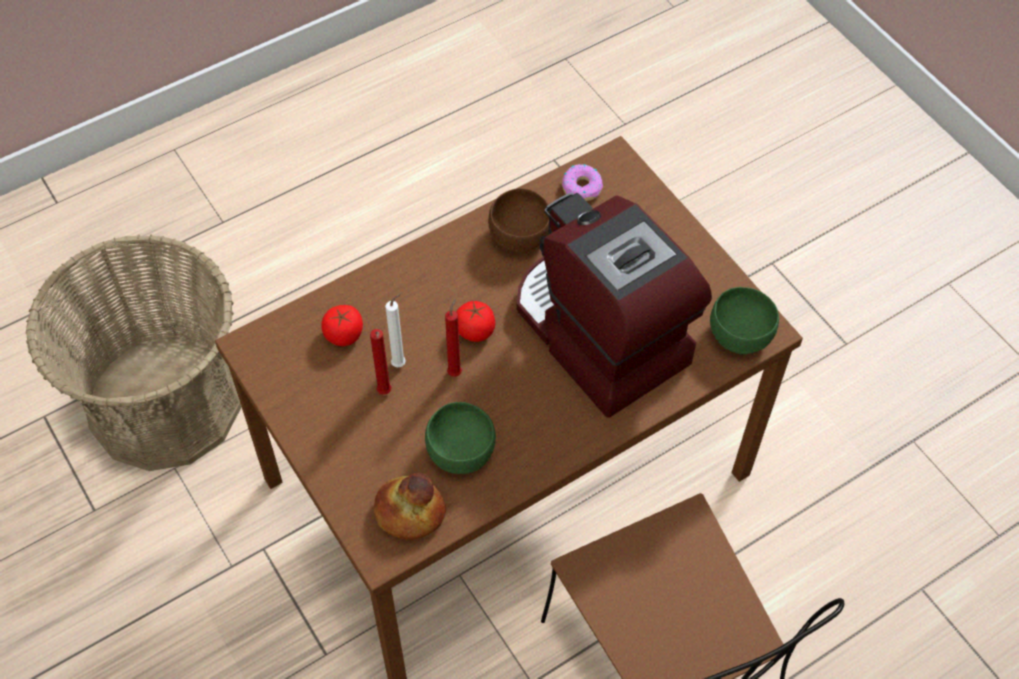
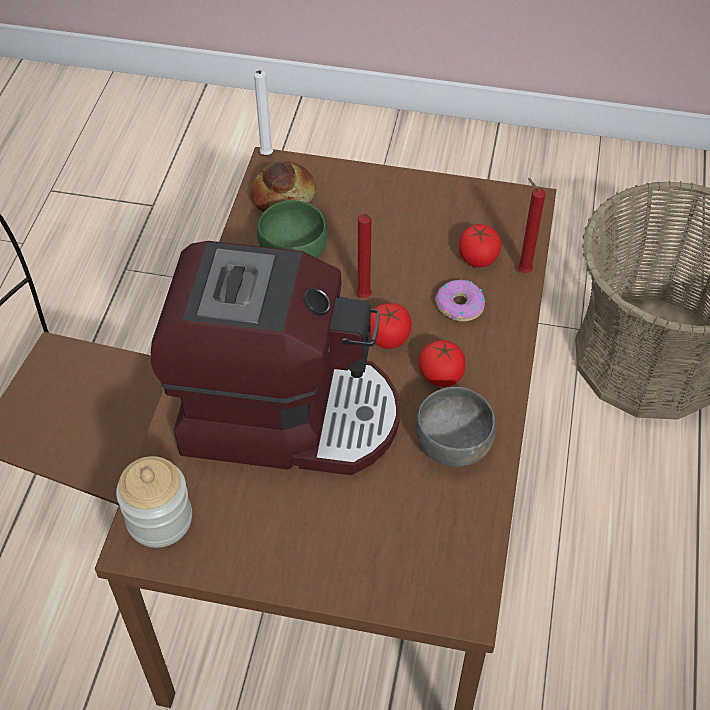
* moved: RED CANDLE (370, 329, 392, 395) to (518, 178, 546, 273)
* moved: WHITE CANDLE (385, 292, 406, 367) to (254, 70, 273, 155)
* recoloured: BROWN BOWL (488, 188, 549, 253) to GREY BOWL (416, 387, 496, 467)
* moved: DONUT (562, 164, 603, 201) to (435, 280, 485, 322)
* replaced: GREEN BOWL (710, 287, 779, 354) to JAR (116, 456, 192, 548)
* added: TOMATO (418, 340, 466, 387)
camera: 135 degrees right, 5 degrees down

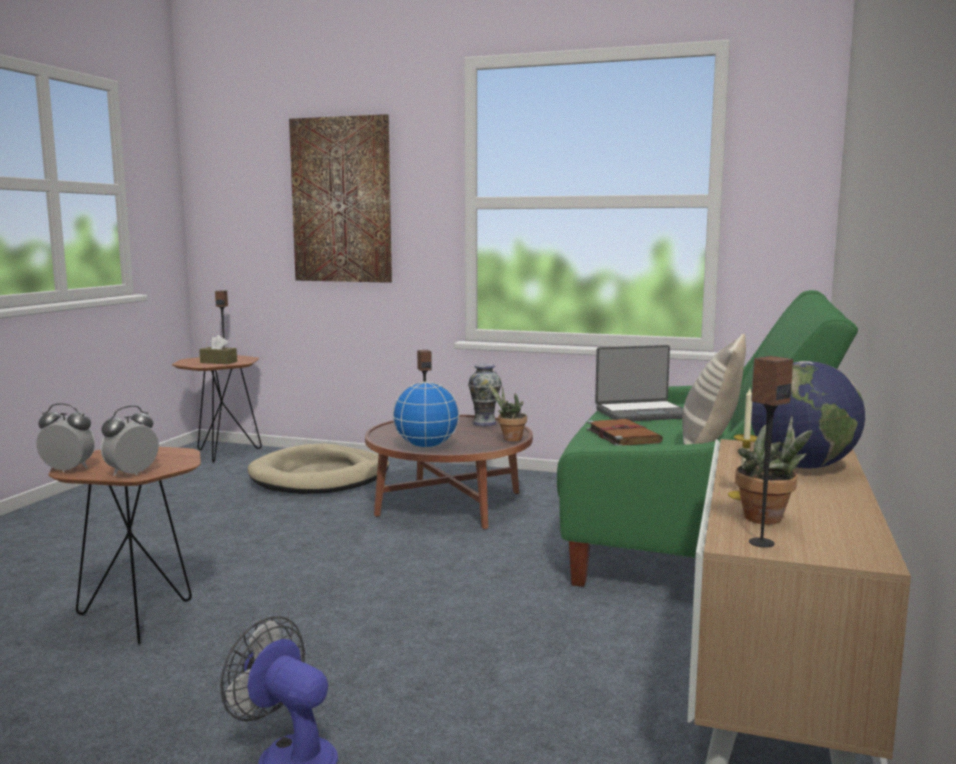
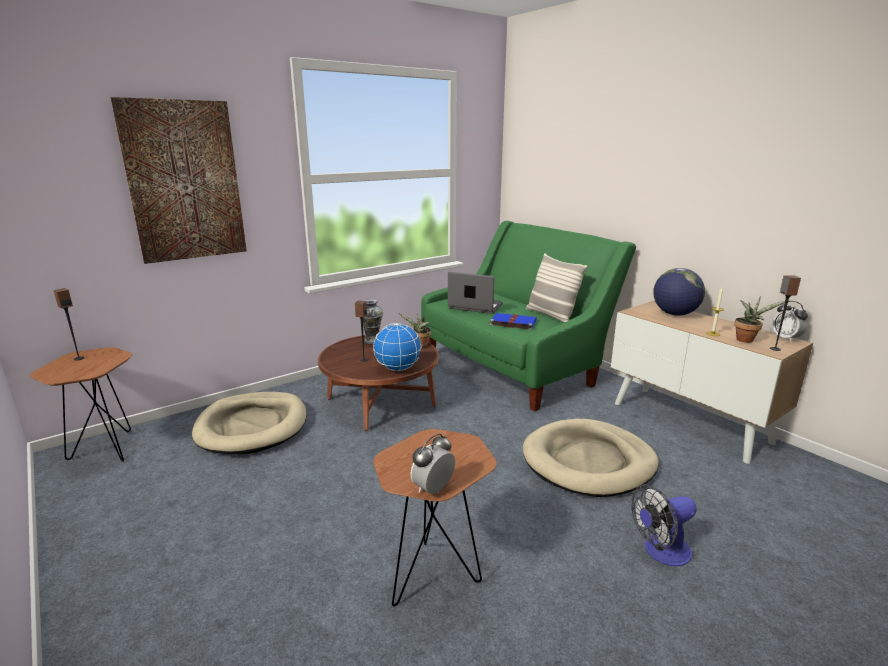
* moved: ALARM CLOCK (101, 405, 159, 476) to (773, 301, 808, 342)
* removed: BROWN TISSUE BOX (199, 335, 237, 364)
* recoloured: BROWN BOOK (586, 419, 663, 446) to BLUE BOOK (488, 313, 537, 330)
* turned: LAPTOP (595, 345, 683, 421) = (448, 272, 503, 314) 90 degrees counterclockwise
* added: BEIGE DOG BED (523, 419, 659, 497)
camera: 55 degrees left, 10 degrees up

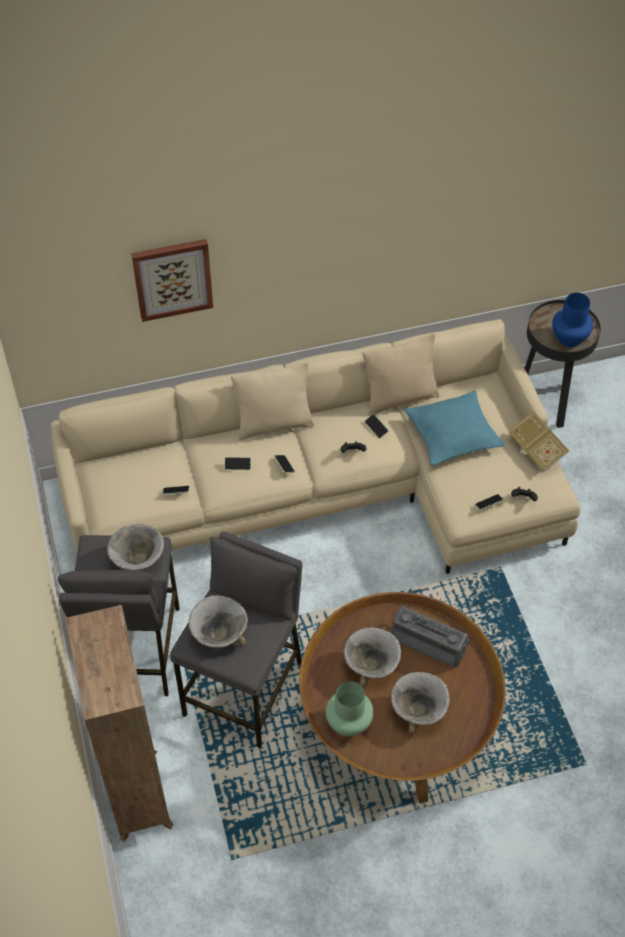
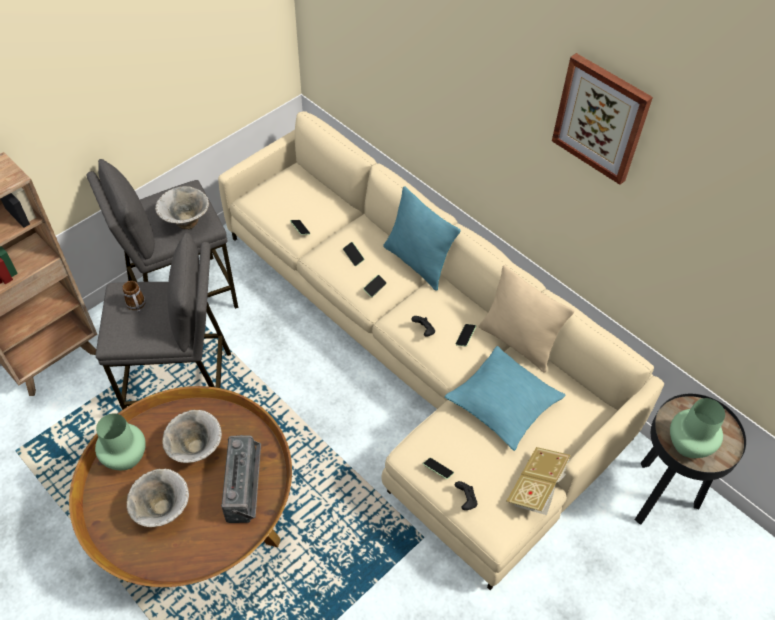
* moved: PICTURE (131, 239, 213, 322) to (552, 53, 653, 185)
* replaced: BOWL (189, 595, 248, 648) to MUG (123, 281, 146, 312)
* recoloured: BEIGE PILLOW (231, 362, 314, 440) to TURQUOISE PILLOW (383, 186, 461, 291)
* recoloured: BLUE VASE (552, 293, 593, 347) to GREEN VASE (670, 398, 725, 458)
camera: 60 degrees right, 0 degrees up

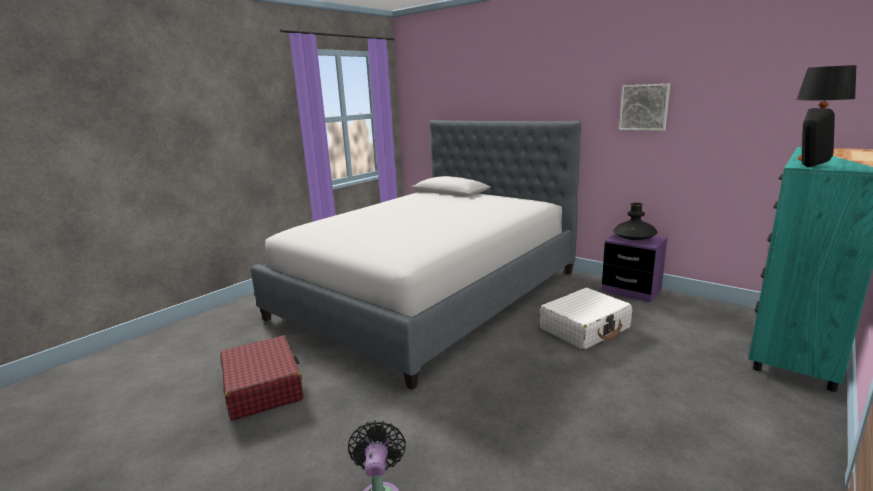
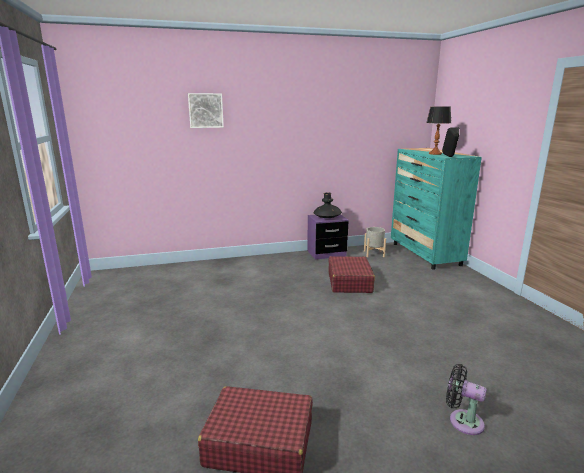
* removed: BED (251, 120, 581, 390)
* recoloured: WHITE SUITCASE (540, 288, 632, 350) to RED SUITCASE (329, 256, 375, 293)
* moved: PICTURE (619, 84, 670, 131) to (188, 93, 224, 128)
* added: GREY PLANTER (364, 227, 386, 257)
camera: 55 degrees left, 0 degrees up

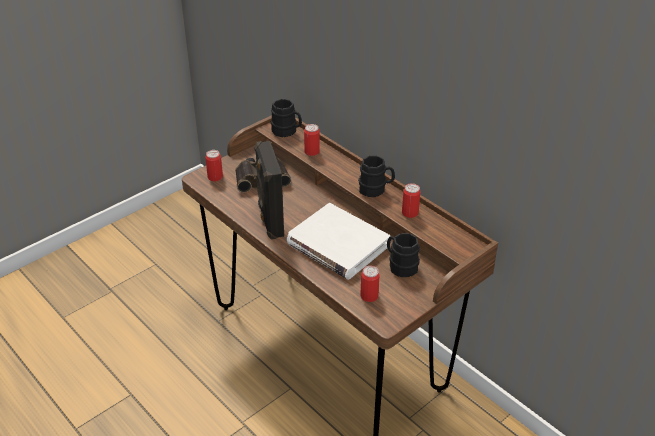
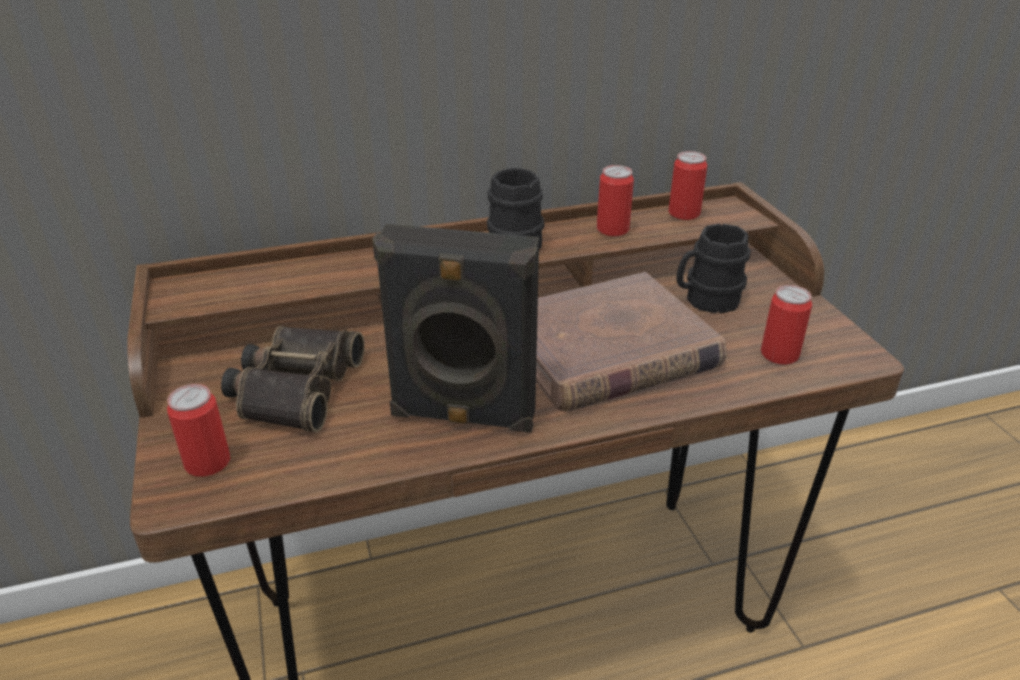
* removed: BLACK MUG (271, 99, 302, 137)
* recoloured: WHITE BOOK (287, 203, 391, 280) to BROWN BOOK (536, 272, 727, 412)
* moved: CAN (304, 124, 320, 156) to (668, 151, 707, 220)
camera: 65 degrees left, 5 degrees down

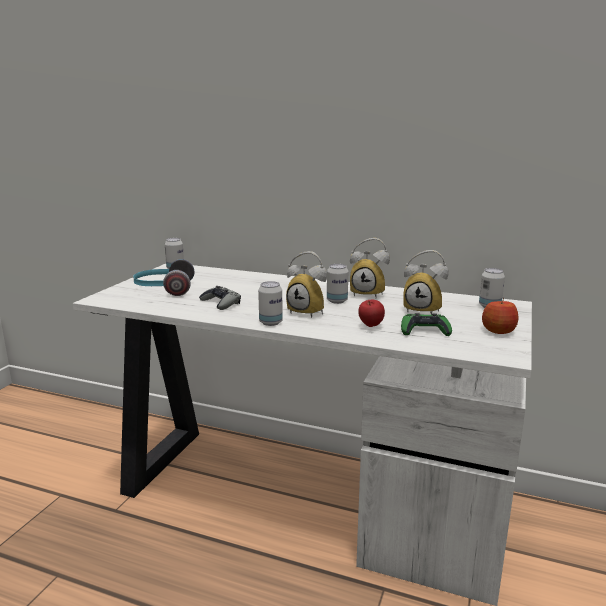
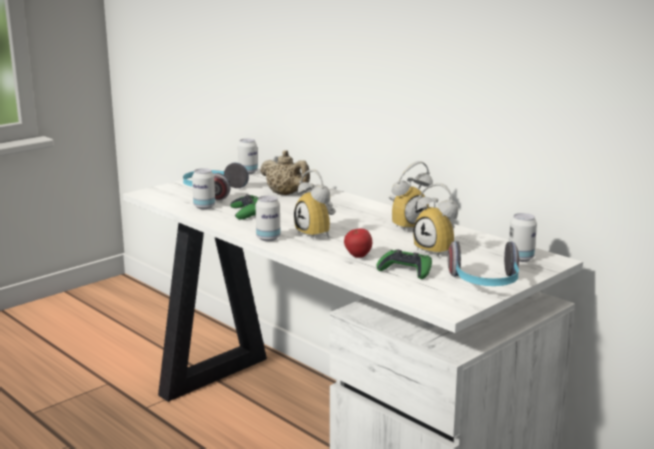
* recoloured: GREY GAME CONTROLLER (199, 286, 241, 310) to GREEN GAME CONTROLLER (230, 194, 259, 219)
* moved: CAN (327, 264, 348, 304) to (192, 168, 215, 209)
* turned: ALARM CLOCK (350, 238, 390, 297) = (389, 161, 433, 231) 75 degrees counterclockwise
* replaced: APPLE (482, 298, 518, 334) to HEADPHONES (448, 241, 519, 286)
* added: BEIGE TEAPOT (260, 150, 310, 195)
camera: 25 degrees right, 0 degrees up

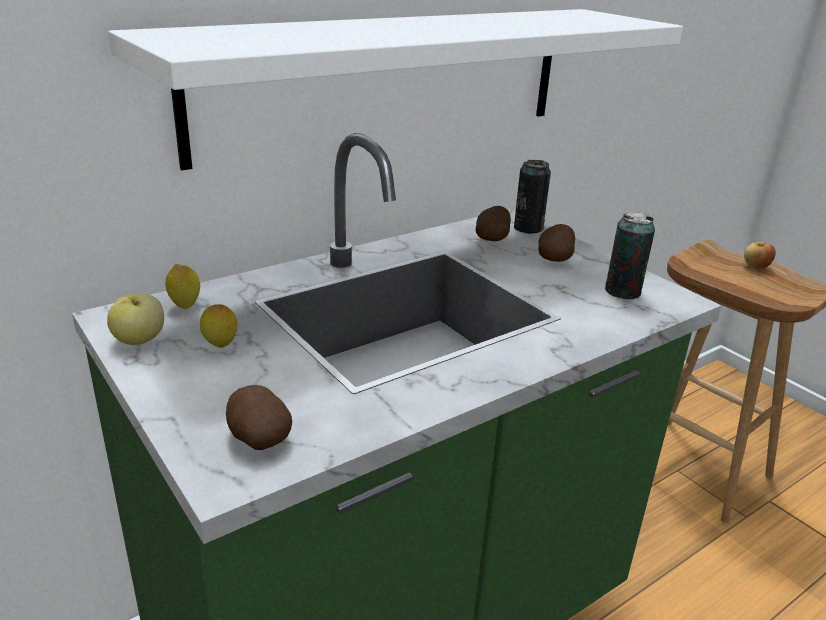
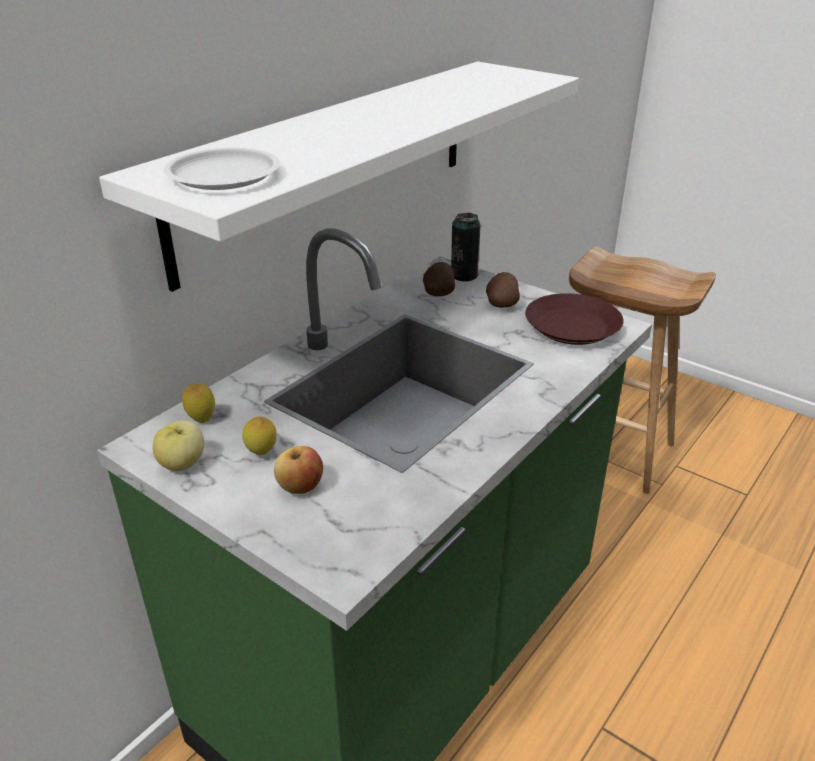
* removed: POTATO (226, 385, 292, 450)
* replaced: CAN (605, 212, 655, 299) to BROWN PLATE (525, 293, 624, 345)
* moved: APPLE (744, 242, 776, 269) to (274, 446, 323, 494)
* added: WHITE PLATE (163, 148, 280, 190)
camera: 15 degrees left, 5 degrees up

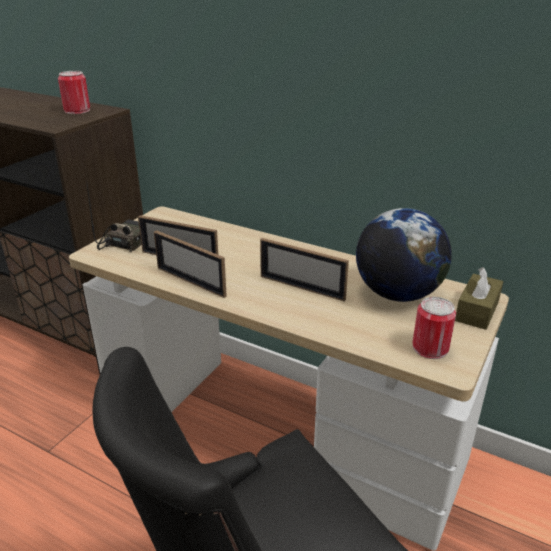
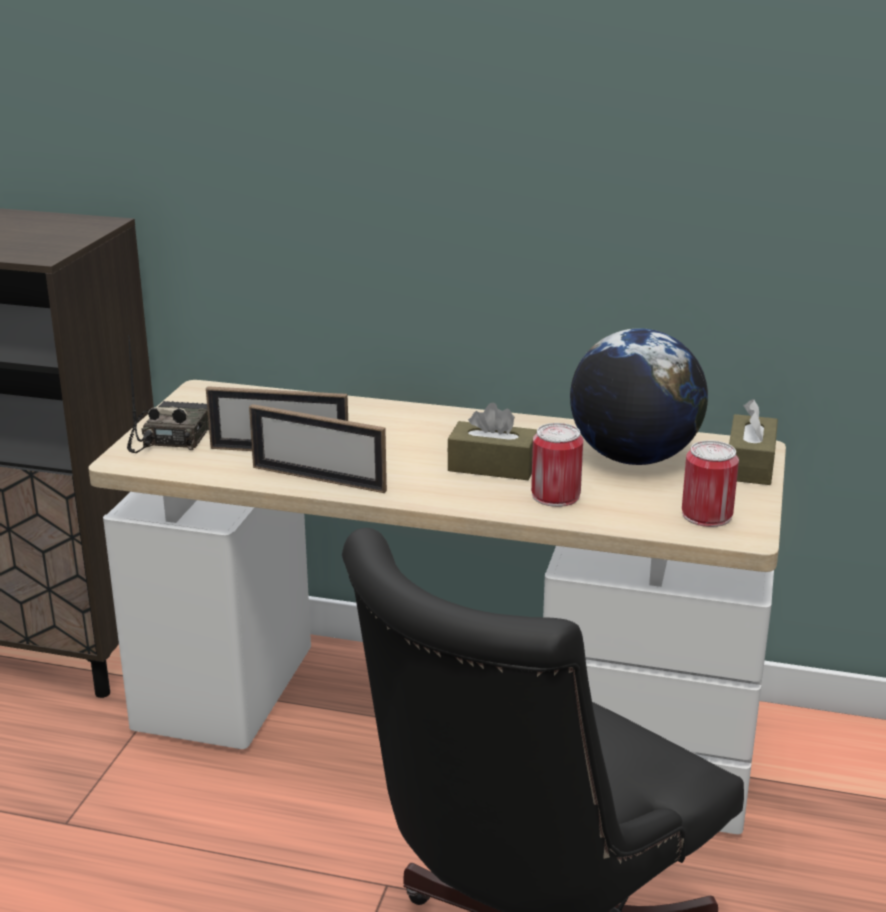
* moved: CAN (58, 71, 90, 114) to (531, 423, 583, 507)
* replaced: PICTURE FRAME (260, 238, 349, 301) to BROWN TISSUE BOX (448, 403, 537, 480)
camera: 15 degrees left, 5 degrees down

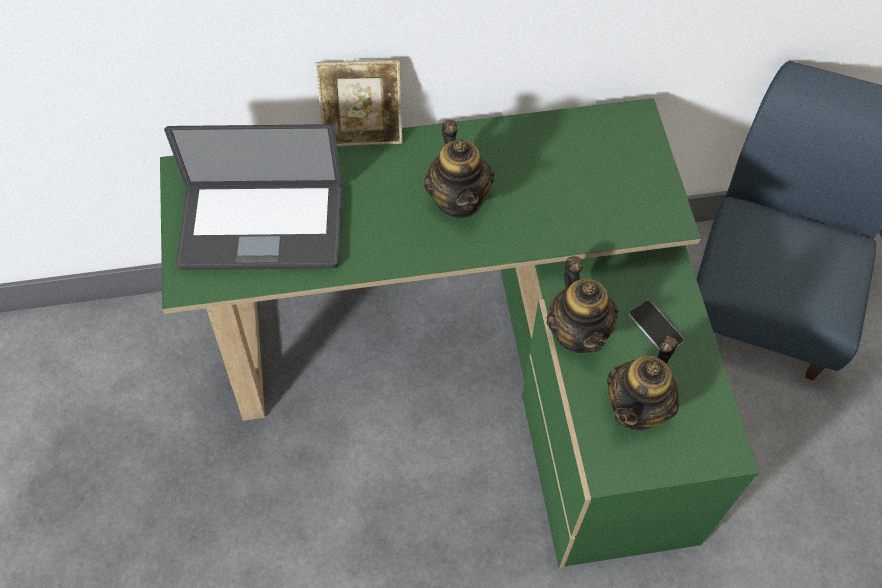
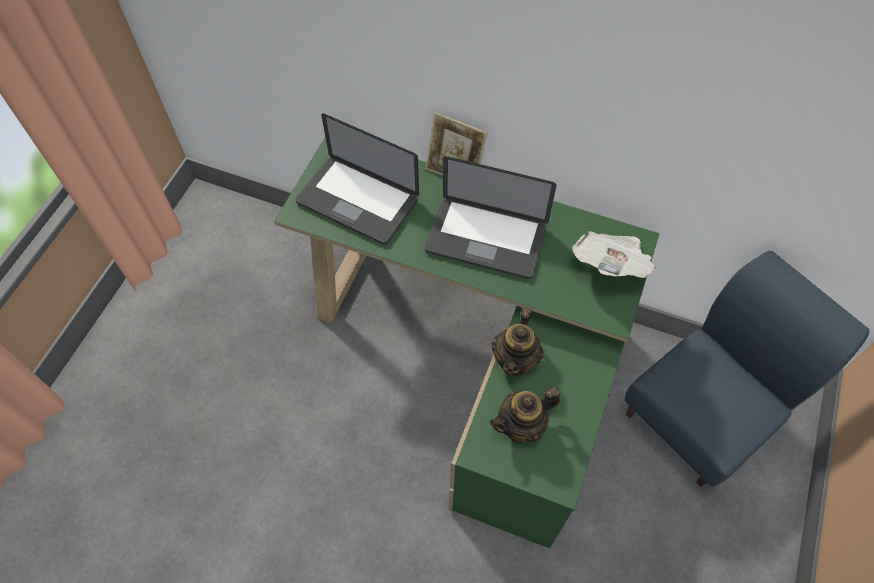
* replaced: TEAPOT (424, 120, 494, 218) to LAPTOP (425, 156, 557, 279)
* removed: PHONE (629, 300, 684, 350)
* added: NEWSPAPER (572, 231, 656, 278)
camera: 30 degrees right, 0 degrees up

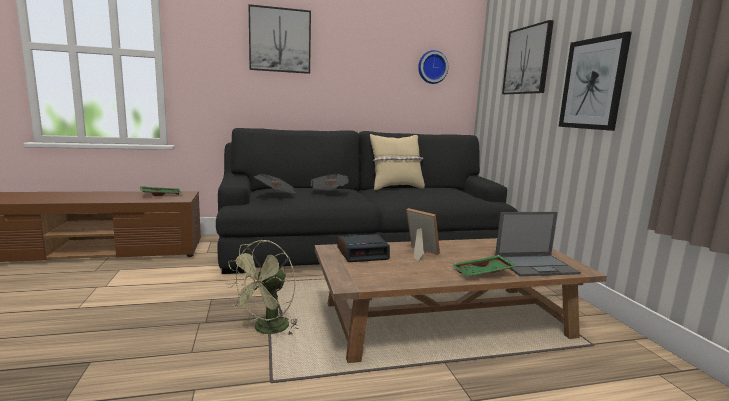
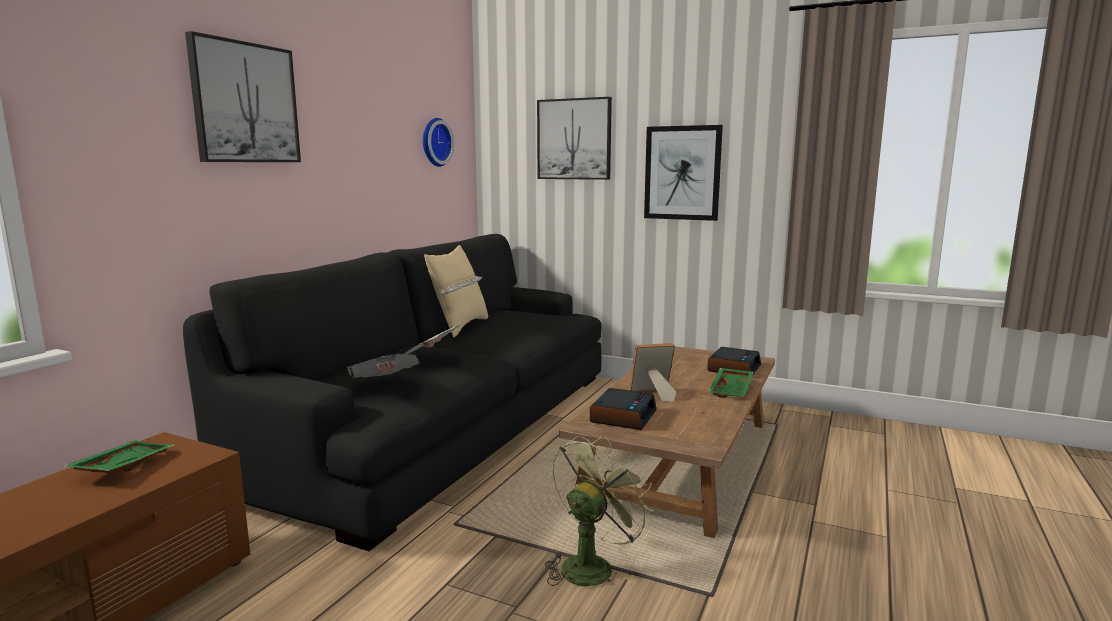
* turned: GREEN FAN (226, 240, 299, 335) = (545, 435, 655, 586) 120 degrees counterclockwise
* replaced: LAPTOP (495, 212, 581, 276) to ALARM CLOCK (707, 347, 761, 376)
camera: 50 degrees left, 0 degrees up

